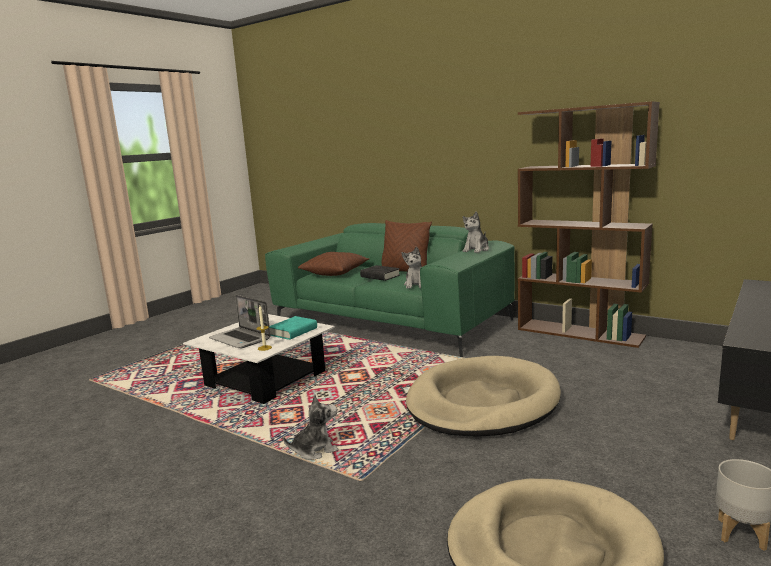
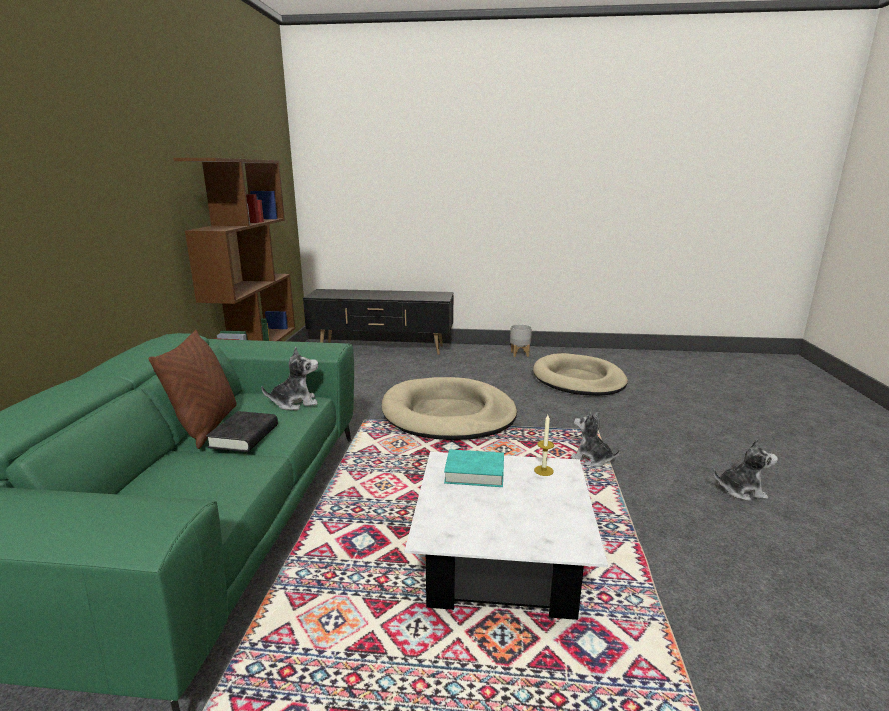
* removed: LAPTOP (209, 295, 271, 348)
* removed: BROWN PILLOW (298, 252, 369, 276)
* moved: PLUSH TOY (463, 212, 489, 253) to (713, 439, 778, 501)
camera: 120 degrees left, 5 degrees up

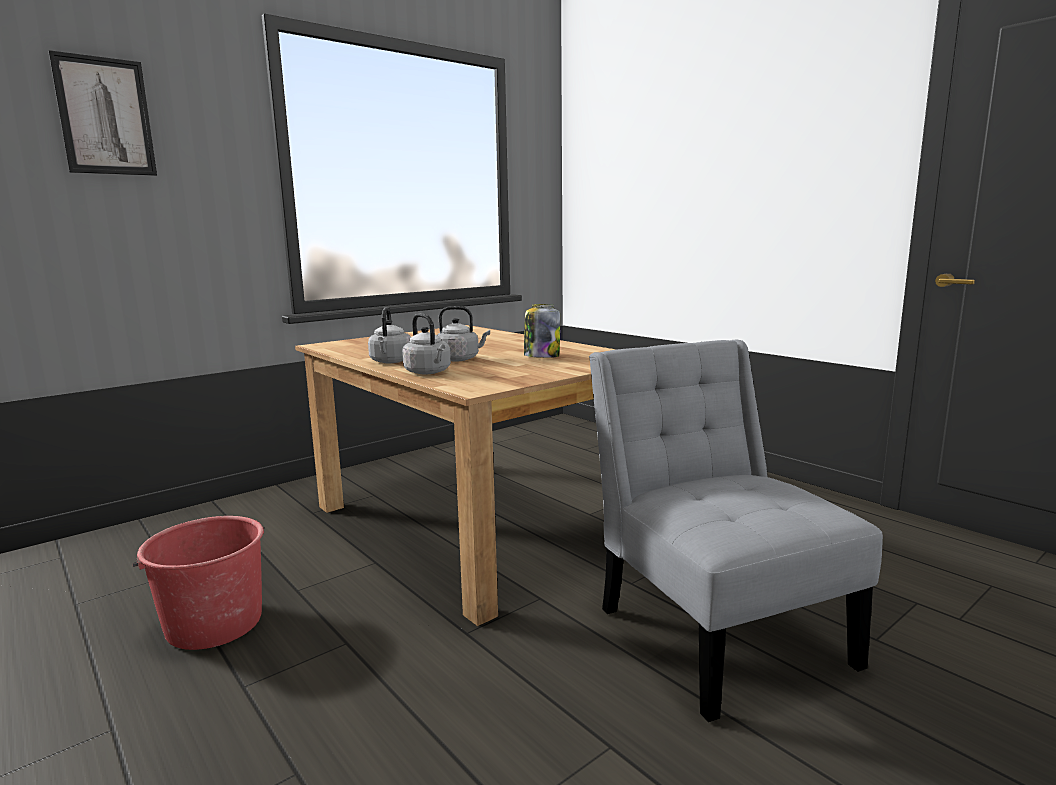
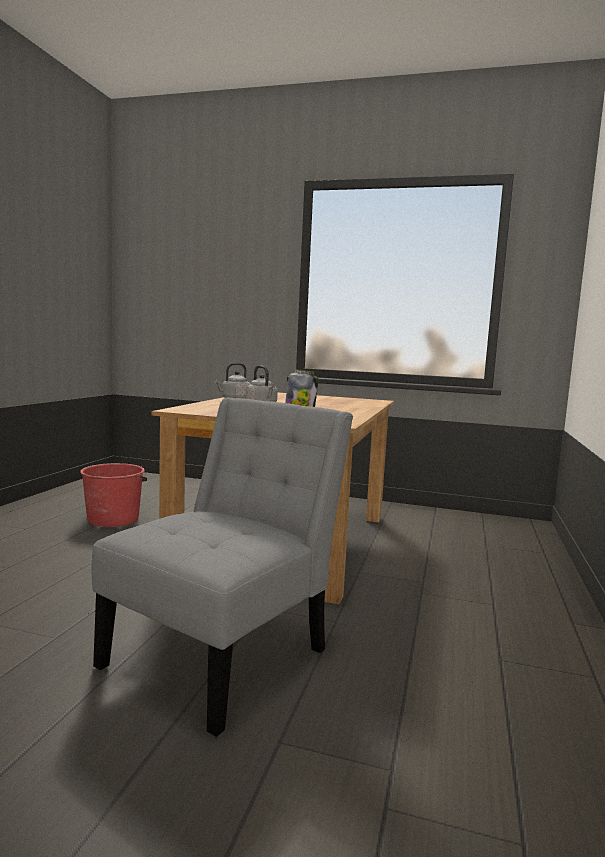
* removed: PICTURE (48, 50, 157, 176)
* removed: GREY KETTLE (402, 313, 451, 374)
camera: 55 degrees right, 5 degrees down

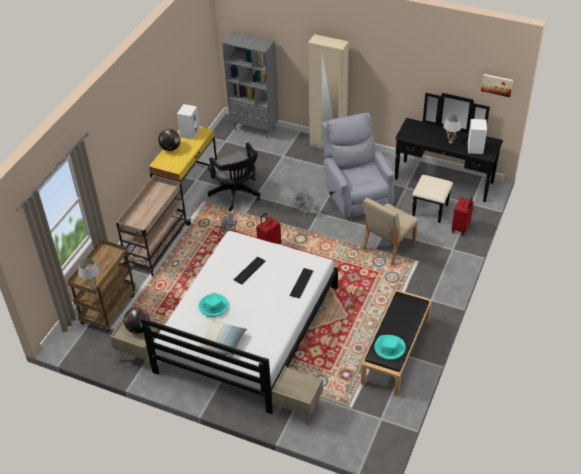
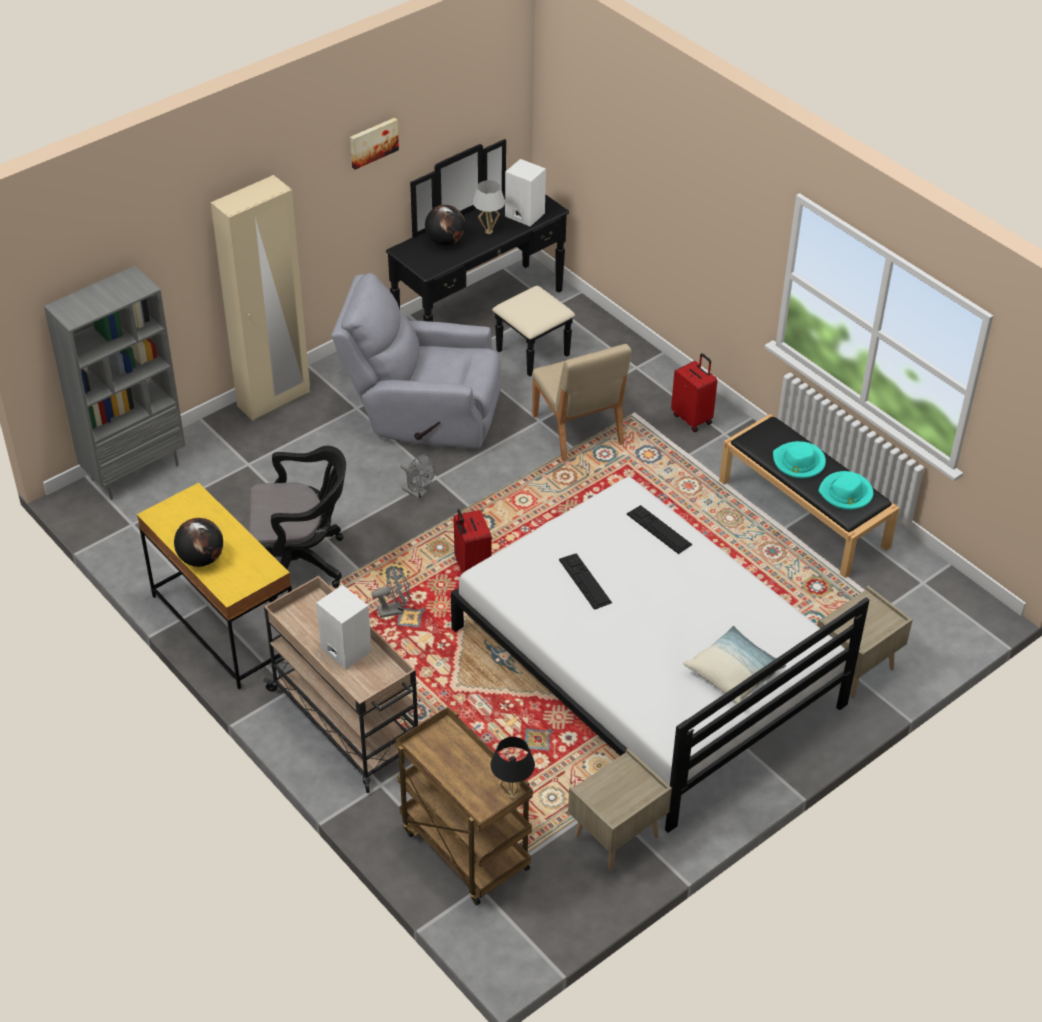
* recoloured: WHITE TABLE LAMP (78, 258, 99, 289) to BLACK TABLE LAMP (490, 737, 535, 799)
* moved: GLOBE (124, 307, 150, 333) to (425, 205, 465, 246)
* moved: WHITE SPEAKER (177, 104, 200, 140) to (316, 585, 372, 669)
* moved: TURQUOISE HAT (198, 293, 229, 317) to (773, 441, 826, 478)
* moved: RED SUITCASE (452, 197, 474, 236) to (671, 353, 717, 432)
* moved: PICTURE (481, 74, 513, 97) to (350, 118, 399, 170)
camera: 65 degrees left, 0 degrees up

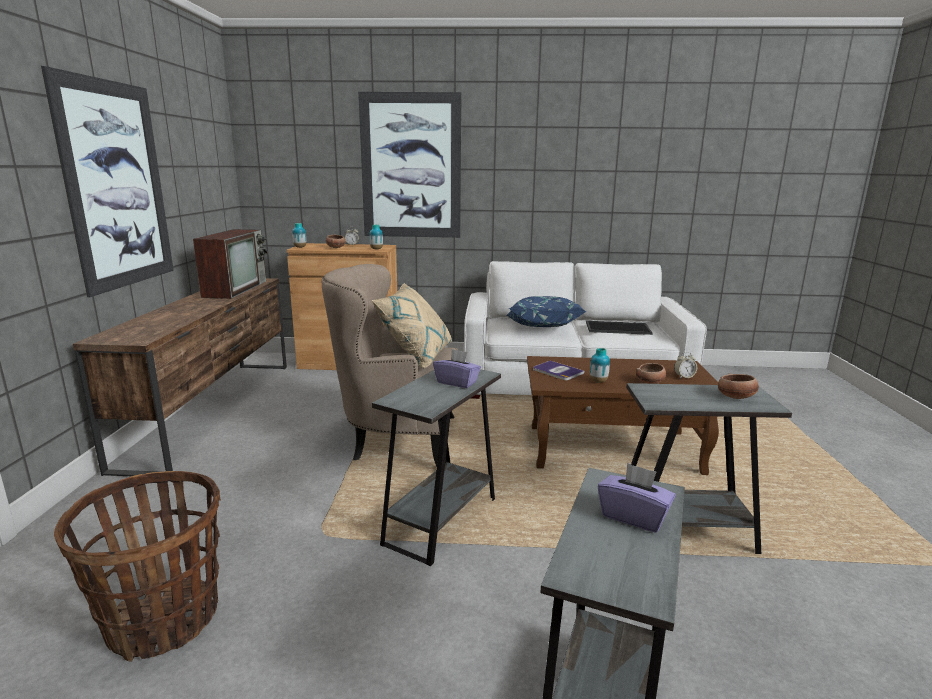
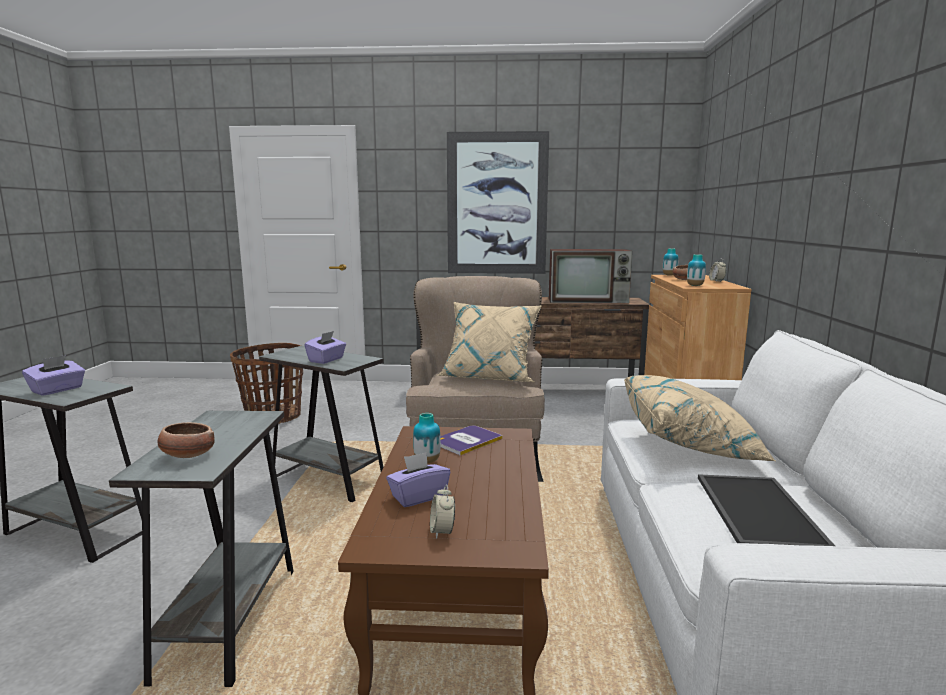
* removed: PICTURE (358, 92, 461, 238)
* recoloured: BLUE PILLOW (507, 296, 587, 327) to BEIGE PILLOW (624, 375, 776, 462)
* replaced: BOWL (636, 363, 666, 384) to PURPLE TISSUE BOX (386, 452, 450, 507)
camera: 90 degrees right, 5 degrees down

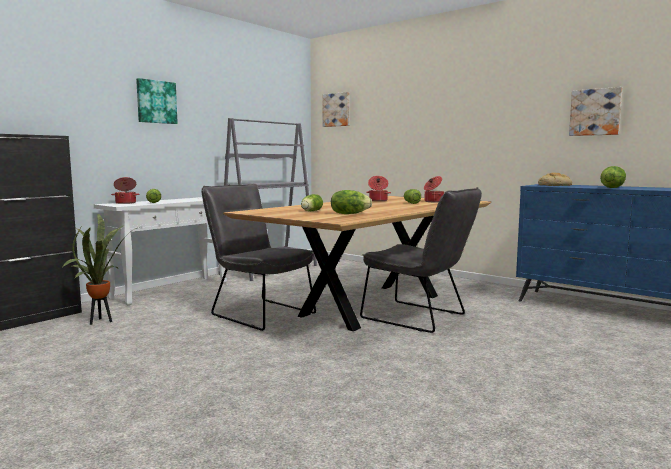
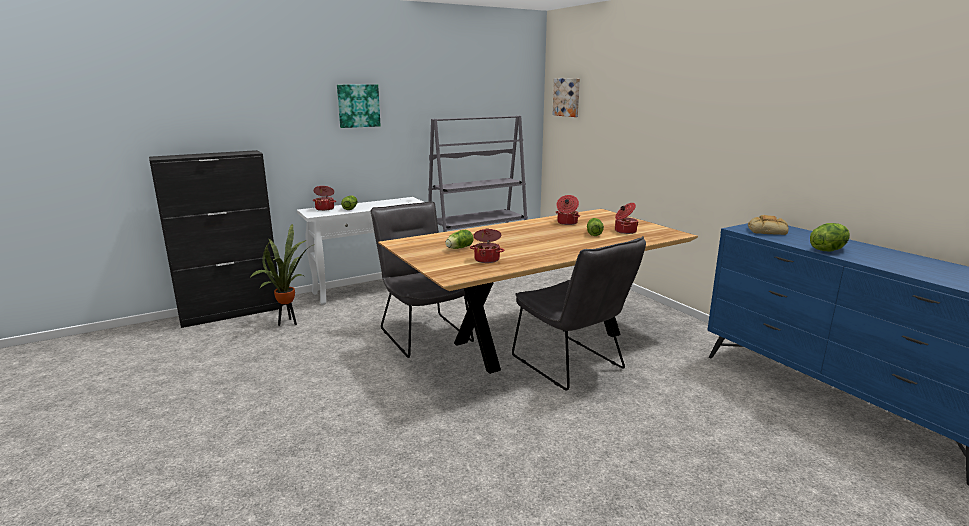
* replaced: LETTUCE (331, 190, 372, 214) to COOKING POT (470, 228, 504, 263)
* removed: PICTURE (569, 87, 622, 136)
camera: 20 degrees right, 10 degrees up

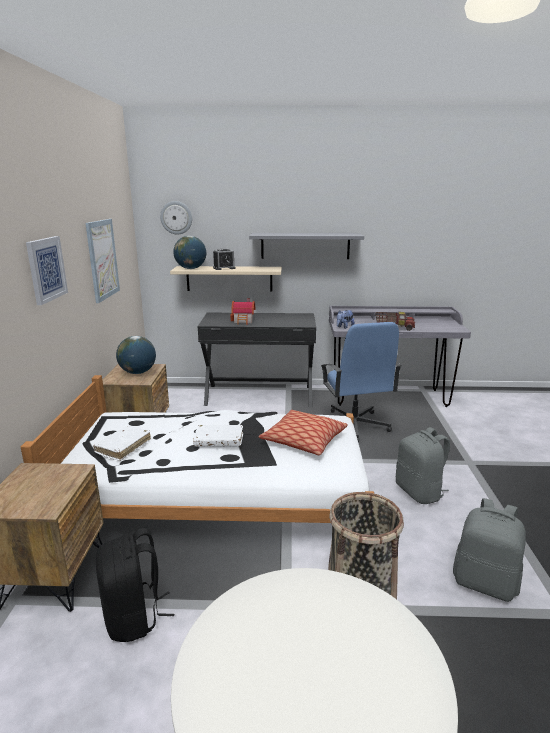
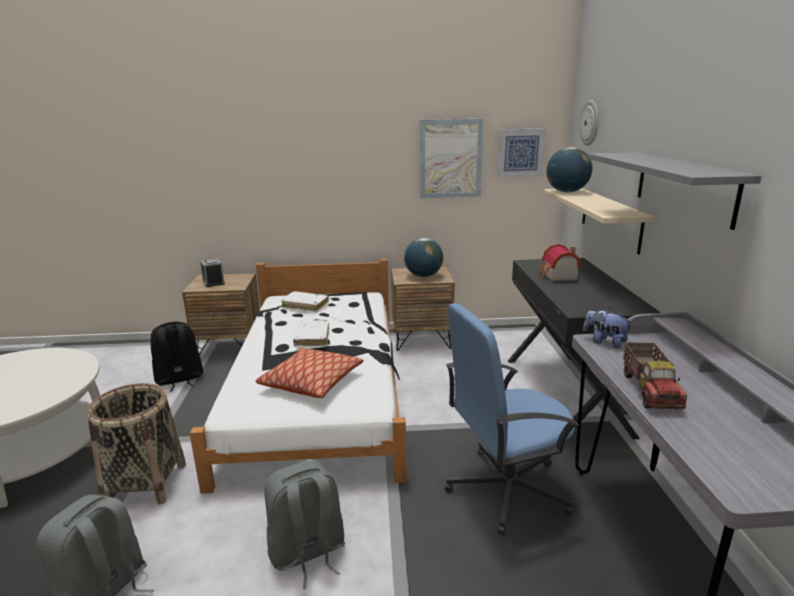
* moved: PICTURE (26, 236, 68, 305) to (497, 128, 546, 177)
* moved: ALARM CLOCK (213, 248, 236, 270) to (200, 258, 225, 287)
camera: 85 degrees right, 0 degrees up

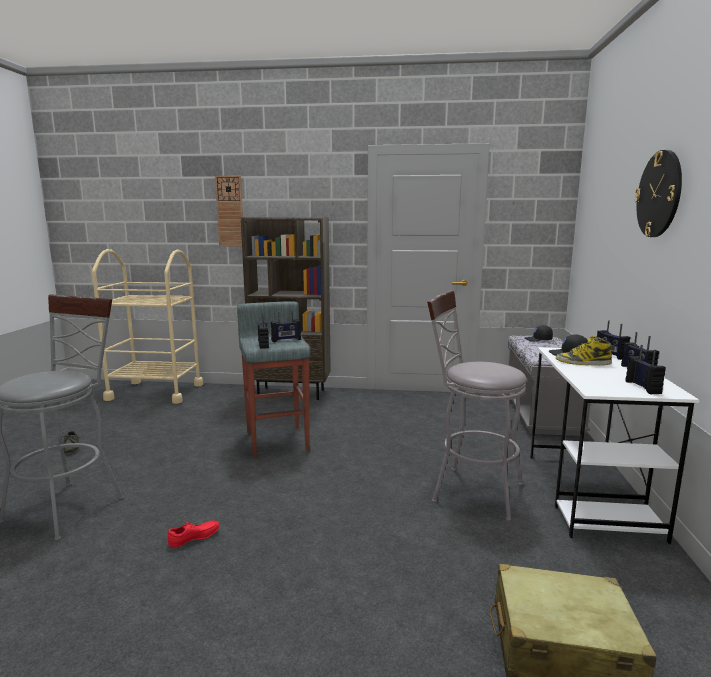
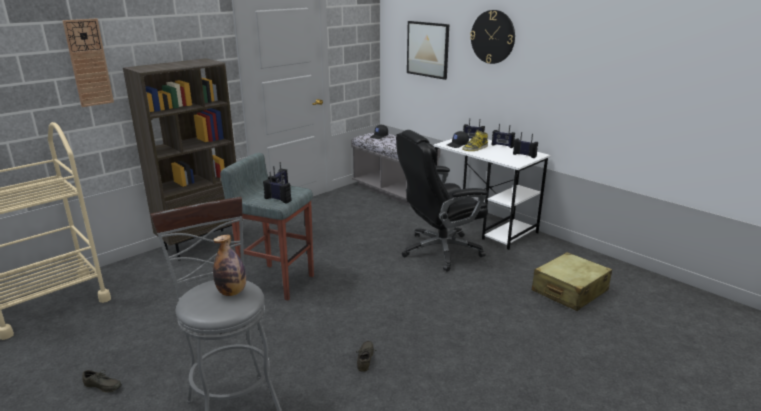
* recoloured: RED SHOE (168, 520, 219, 547) to GREY SHOE (356, 341, 377, 372)
* replaced: GREY STOOL (427, 290, 527, 521) to BLACK OFFICE CHAIR (396, 130, 488, 272)
* added: BOTTLE (213, 235, 246, 296)
* added: PICTURE (407, 21, 449, 80)
camera: 50 degrees left, 10 degrees up

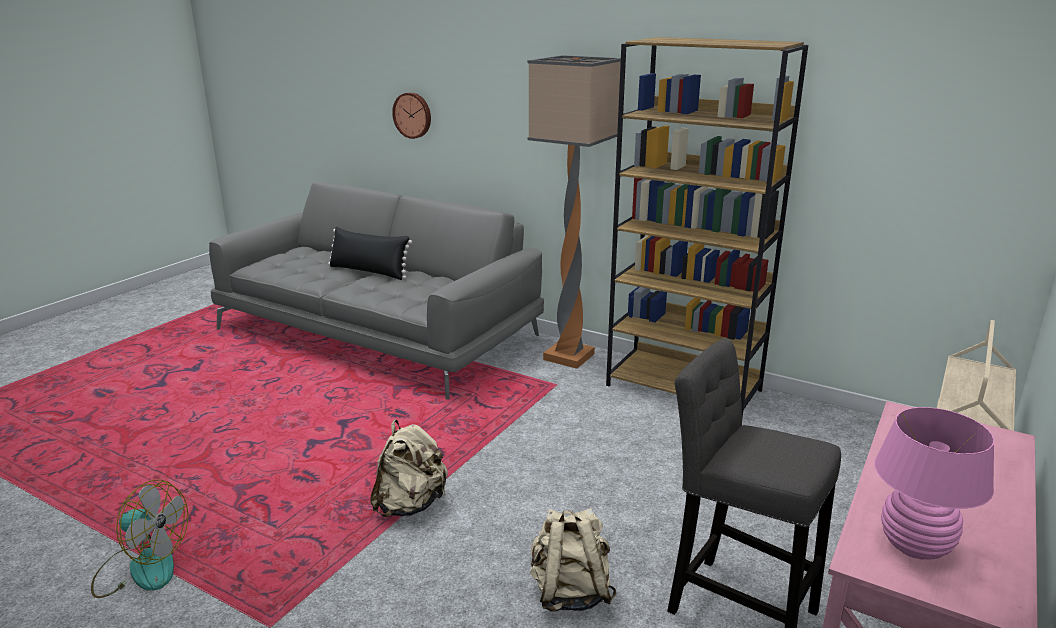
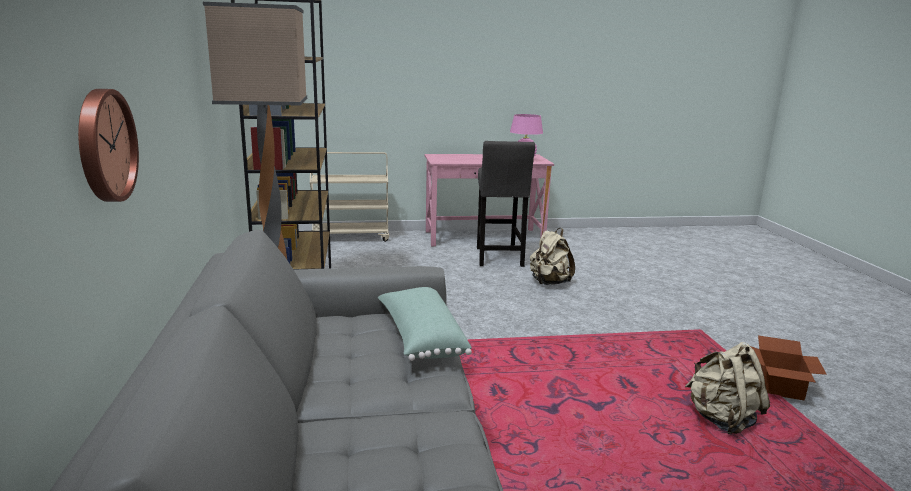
* replaced: FAN (91, 480, 188, 598) to CARDBOARD BOX (750, 336, 827, 400)
* removed: BLACK PILLOW (328, 227, 412, 280)
* moved: BEIGE BACKPACK (370, 419, 448, 517) to (685, 342, 770, 434)
* added: GREEN PILLOW (378, 287, 472, 361)
camera: 130 degrees left, 5 degrees down

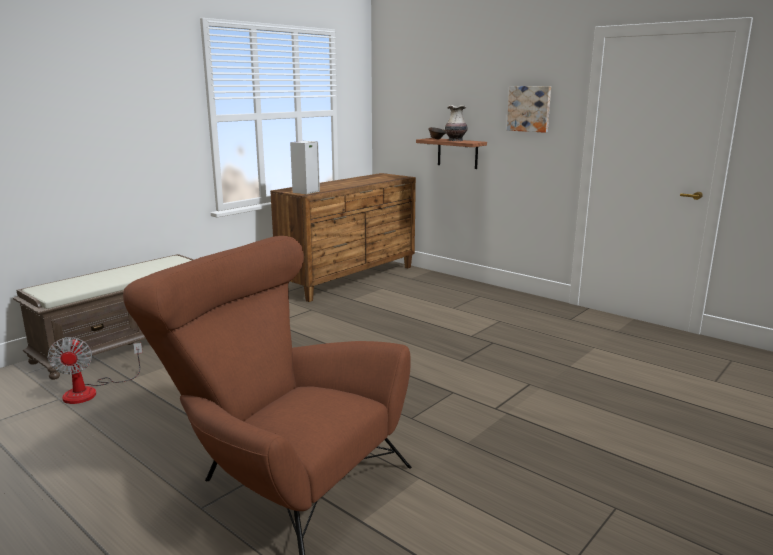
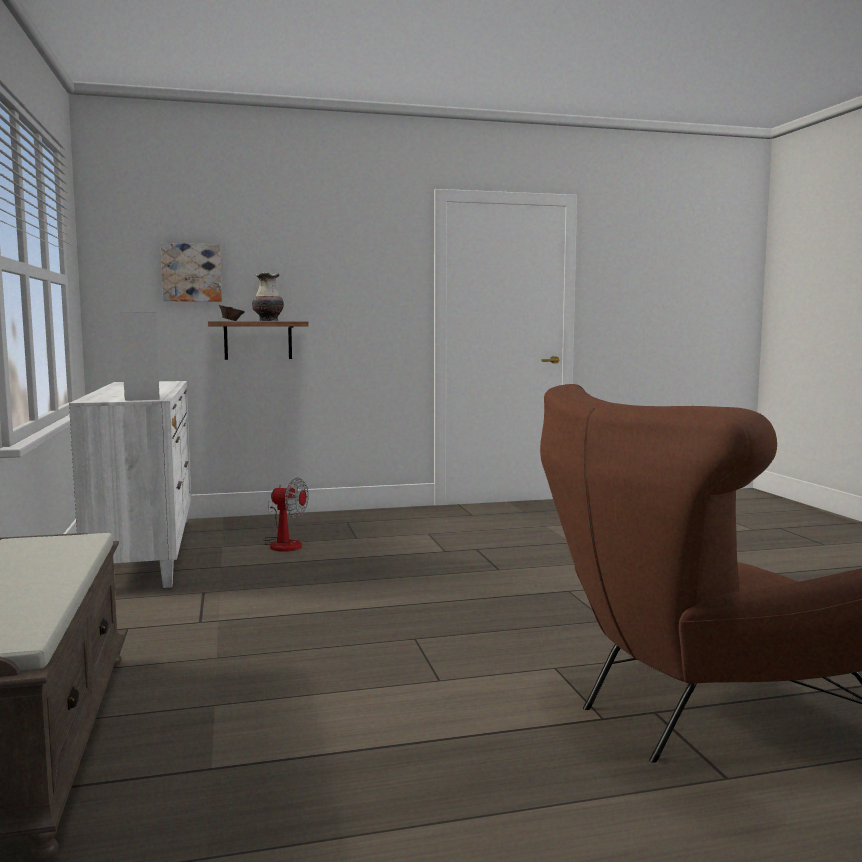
* moved: FAN (47, 337, 143, 404) to (264, 478, 309, 552)
* recoloured: BROWN DRESSER (270, 173, 416, 302) to WHITE DRESSER (69, 381, 191, 588)
* moved: PICTURE (507, 86, 551, 133) to (161, 243, 222, 302)
camera: 55 degrees left, 10 degrees down

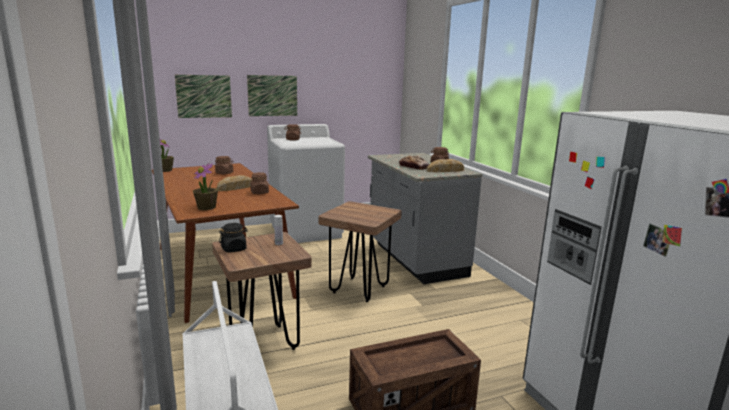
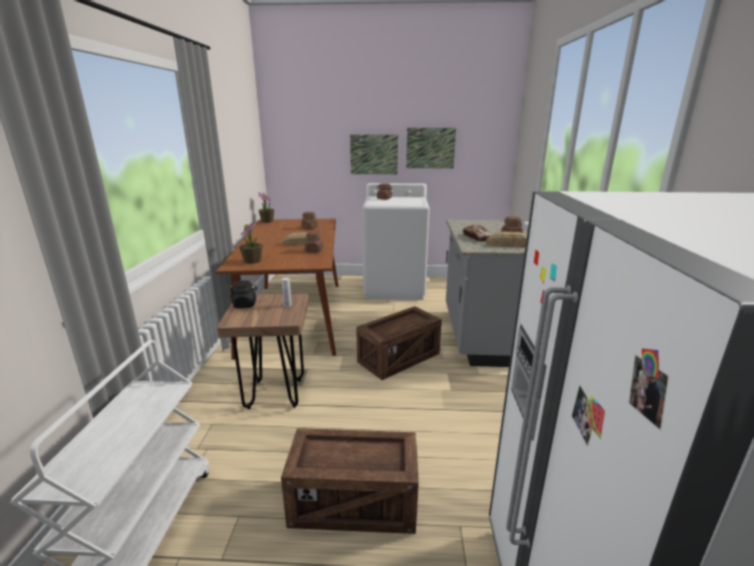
* moved: PICTURE (175, 75, 232, 118) to (406, 128, 456, 168)
* replaced: BROWN STOOL (318, 201, 402, 302) to CRATE (356, 306, 442, 380)
camera: 25 degrees right, 5 degrees up

